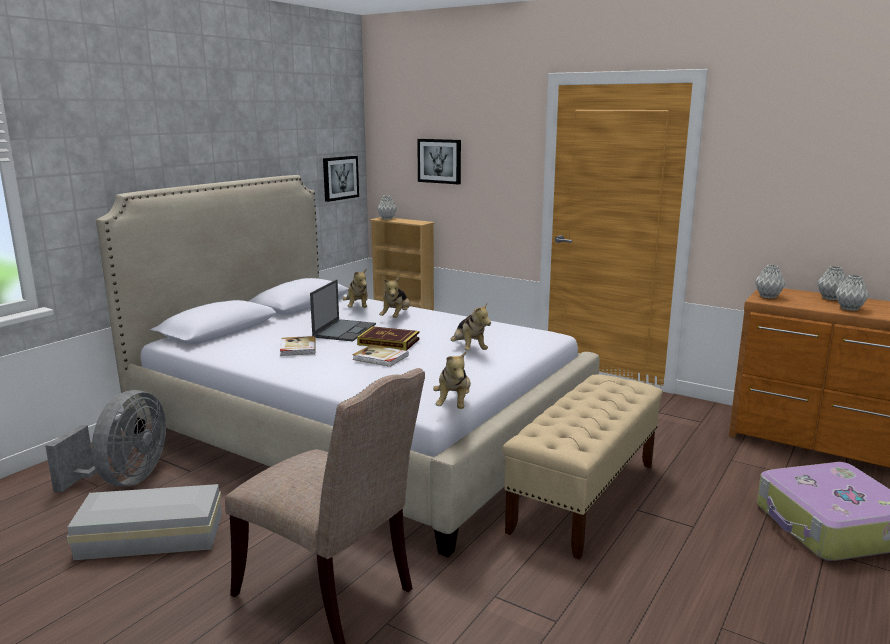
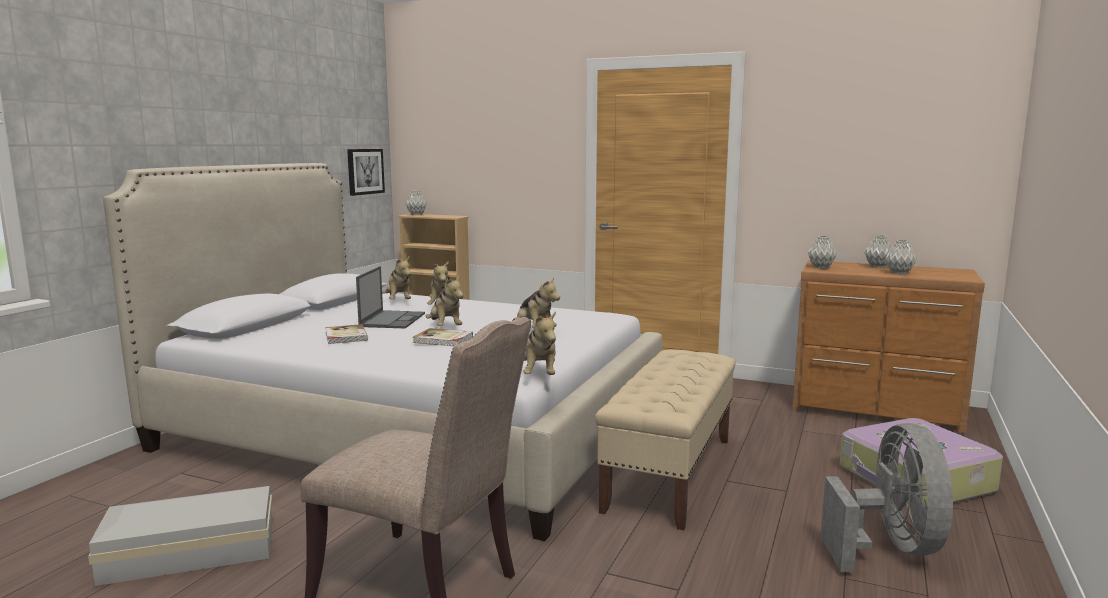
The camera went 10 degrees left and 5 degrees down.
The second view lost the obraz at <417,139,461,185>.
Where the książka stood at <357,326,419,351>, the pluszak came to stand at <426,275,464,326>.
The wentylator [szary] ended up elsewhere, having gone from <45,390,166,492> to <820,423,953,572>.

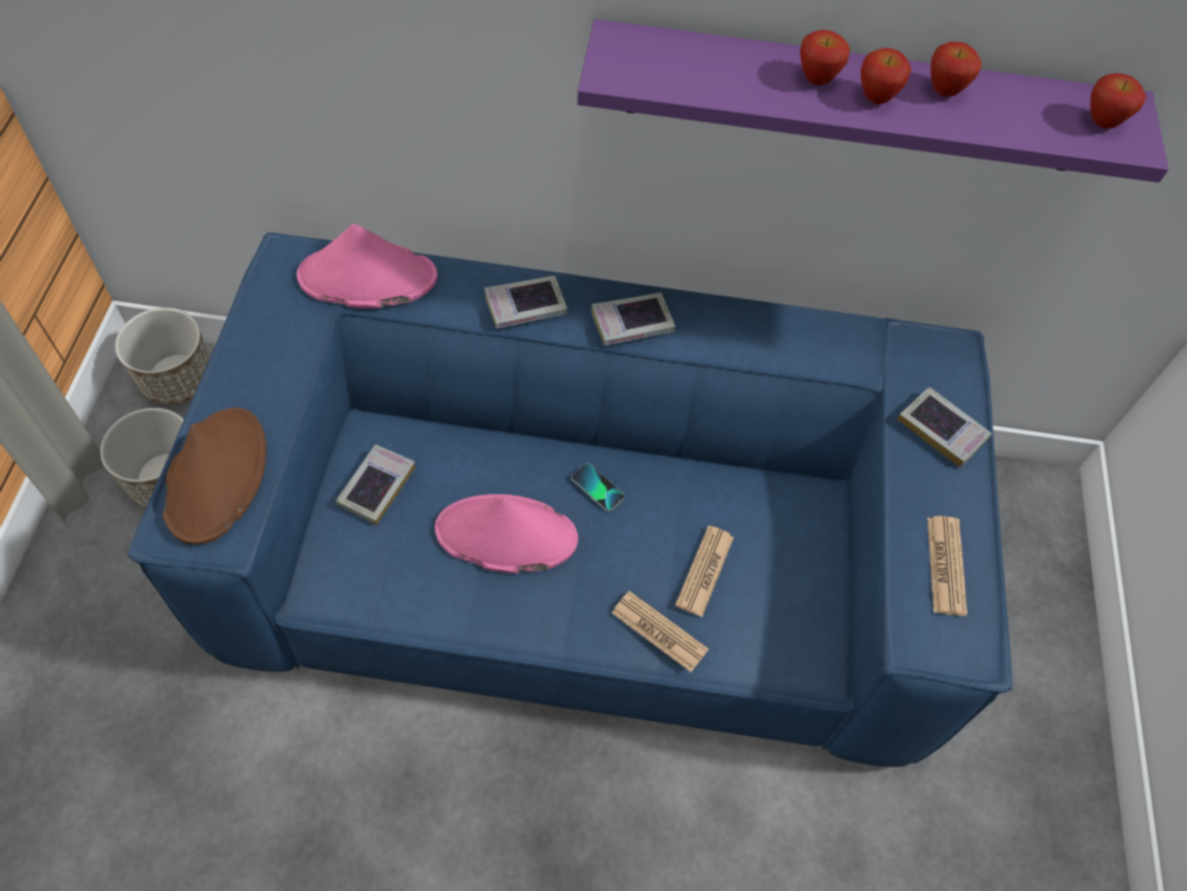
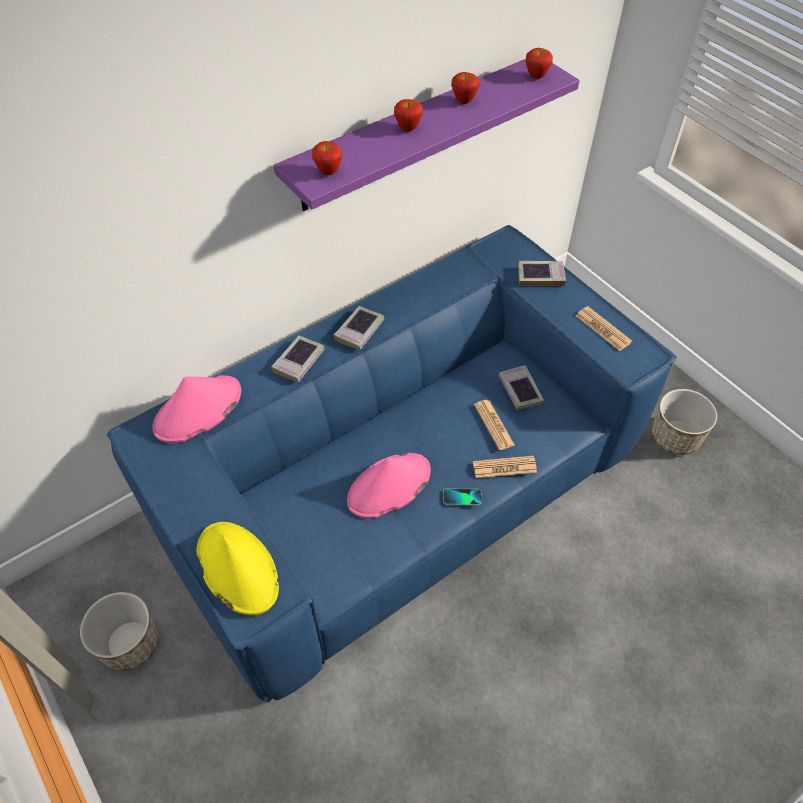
The camera went 40 degrees left and 5 degrees down.
The jabłko ended up elsewhere, having gone from <861,48,911,104> to <312,141,342,175>.
The donica ended up elsewhere, having gone from <115,308,209,405> to <652,389,717,455>.
What was the kapelusz [brązowy] at <163,407,267,545> turned into the kapelusz [żółty] at <197,522,279,615>.
The książka ended up elsewhere, having gone from <336,444,415,525> to <499,365,544,410>.
The telefon ended up elsewhere, having gone from <571,463,625,511> to <444,489,482,505>.

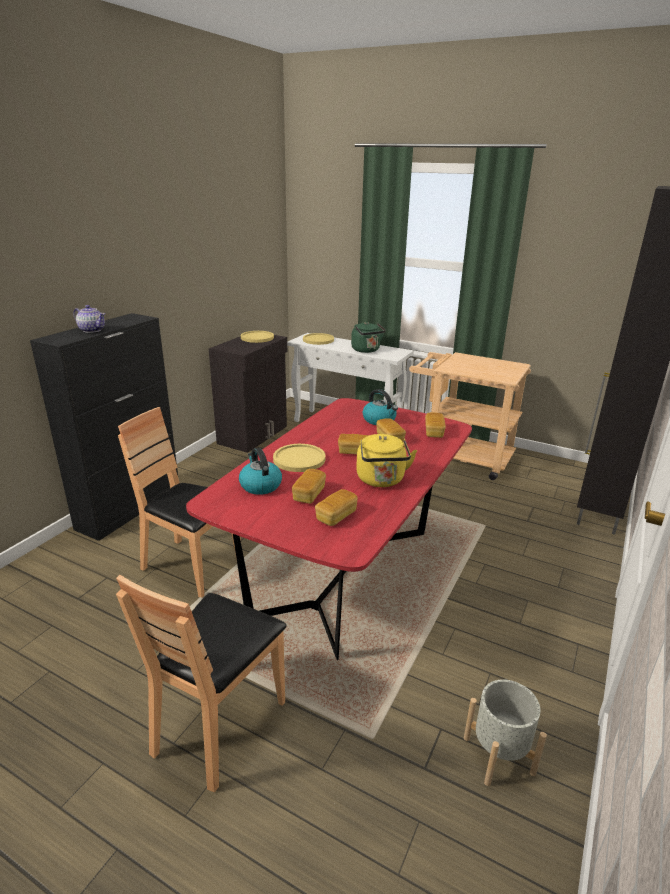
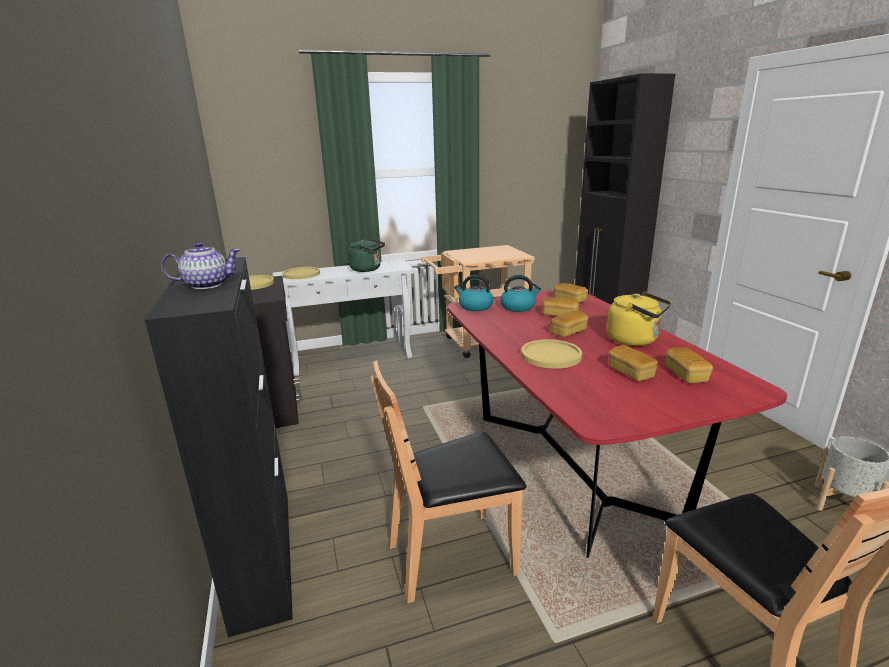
The camera went 45 degrees left and 5 degrees down.
The czajnik ended up elsewhere, having gone from <239,448,282,495> to <454,275,494,311>.

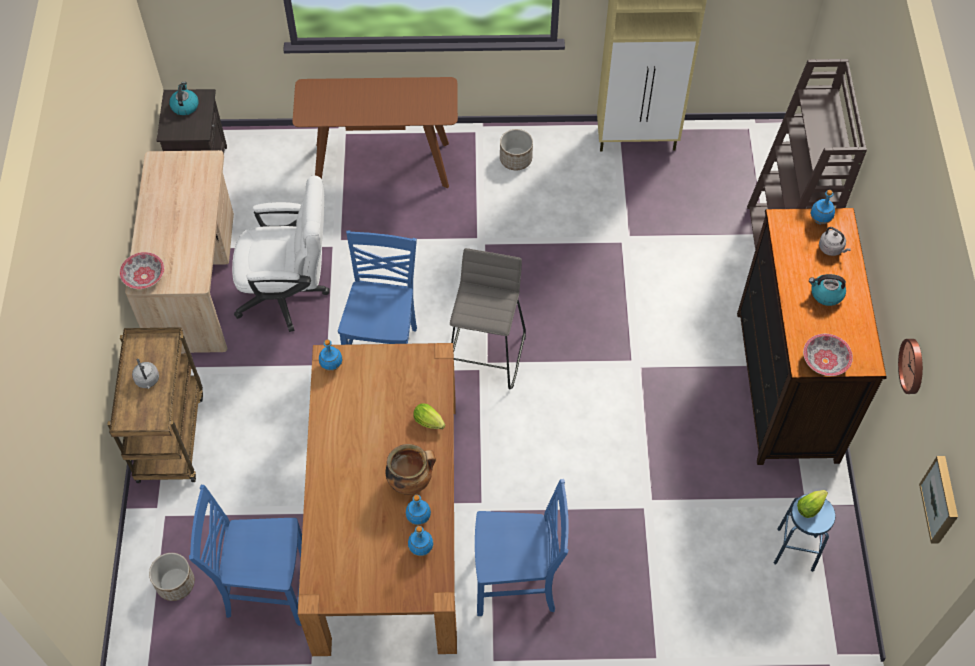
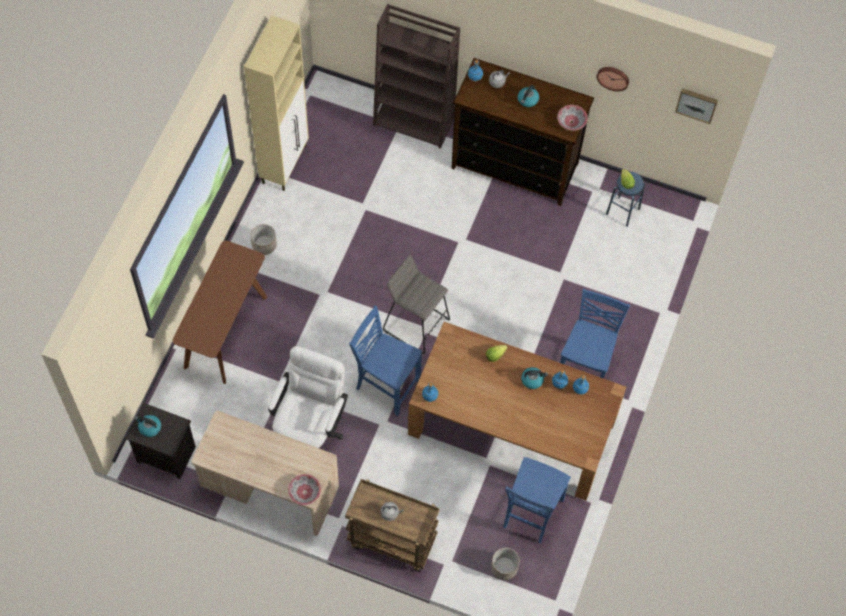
The camera went 70 degrees left and 5 degrees up.
Where the garnek stood at <386,444,436,495>, the czajnik came to stand at <521,367,548,389>.

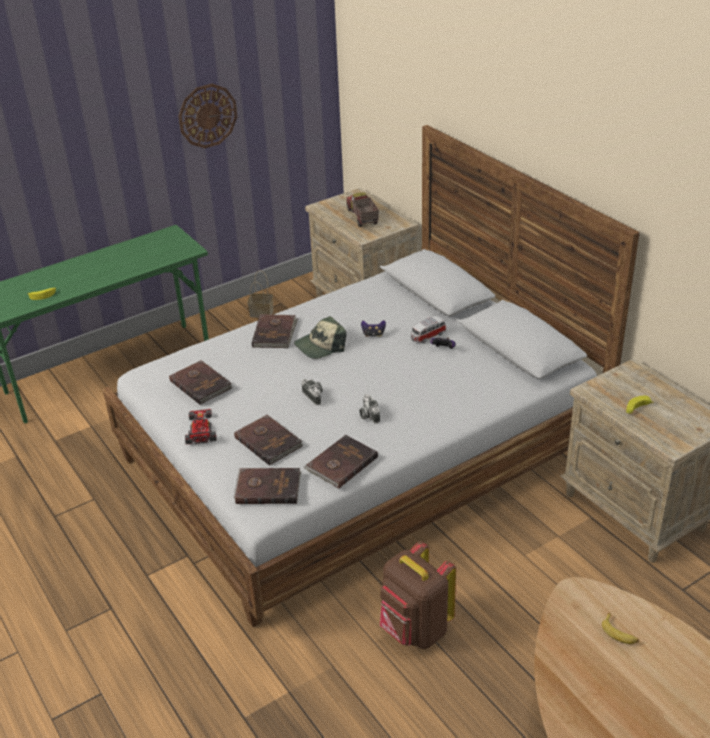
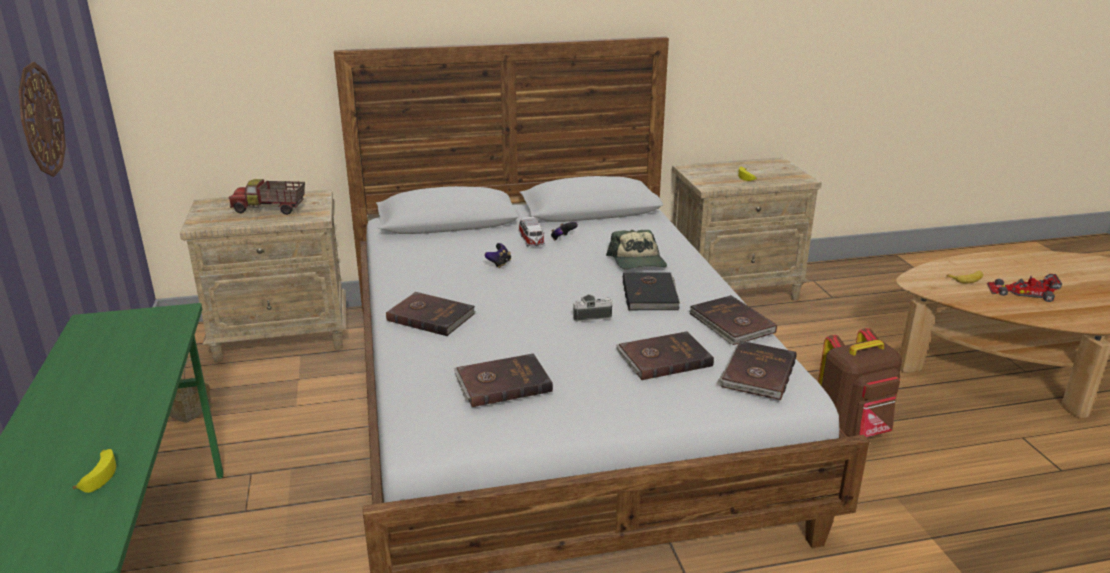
The camera went 70 degrees left and 10 degrees down.
The czapka z daszkiem ended up elsewhere, having gone from <294,316,346,359> to <606,230,667,269>.
Where the aparat fotograficzny stood at <359,394,380,424>, the książka [czarny] came to stand at <623,272,680,311>.
The samochodzik ended up elsewhere, having gone from <185,409,217,445> to <987,274,1062,302>.

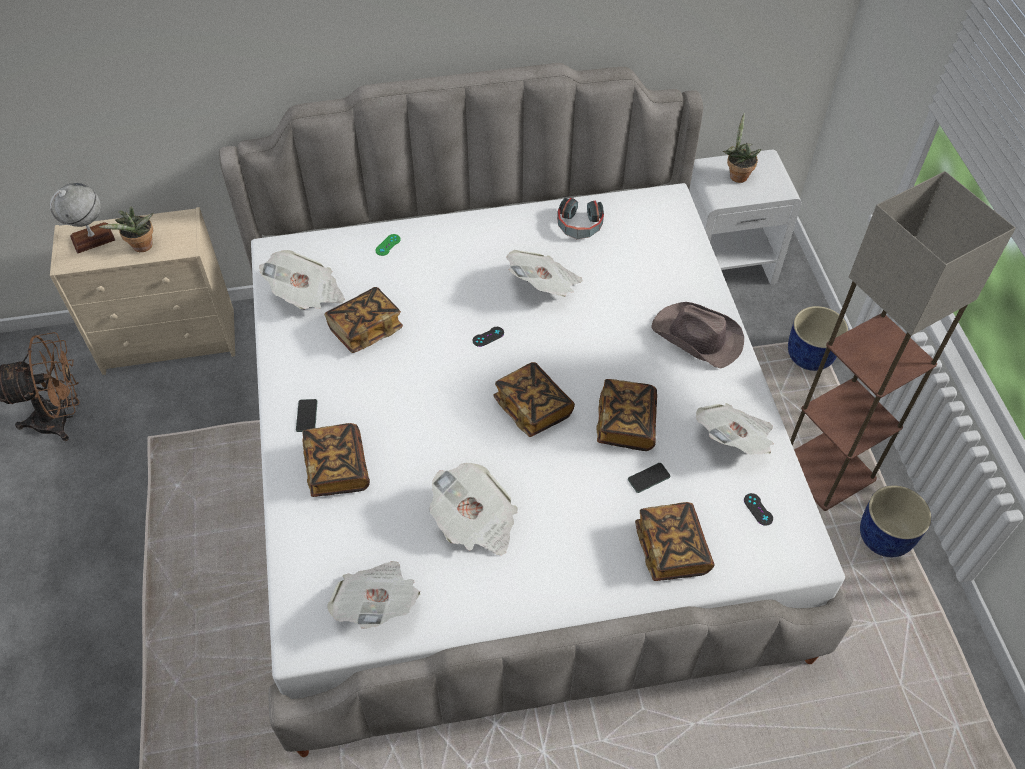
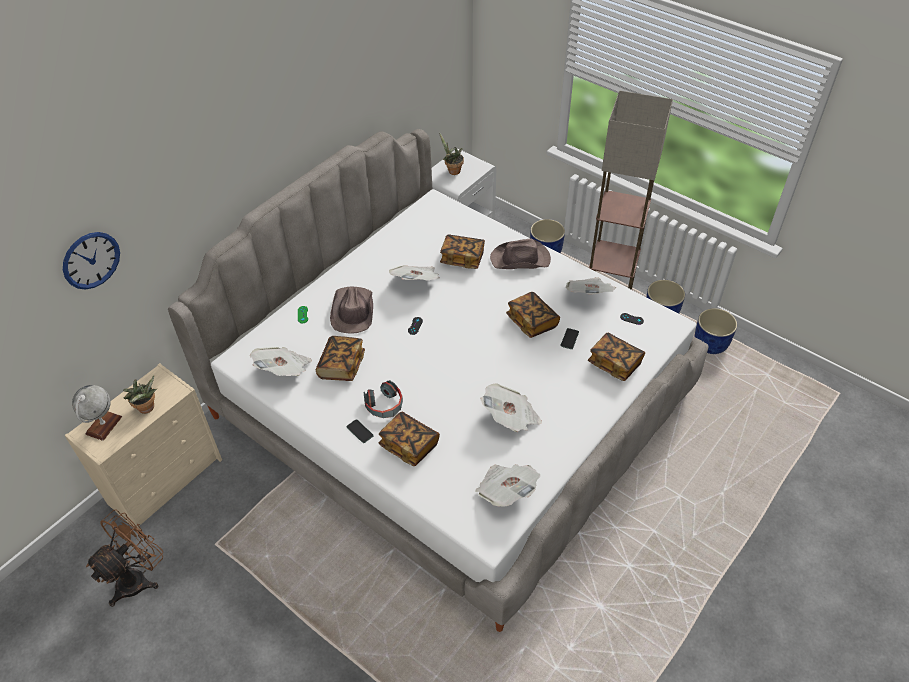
The camera went 40 degrees left and 5 degrees down.
The słuchawki ended up elsewhere, having gone from <557,198,604,239> to <364,380,403,418>.
The książka ended up elsewhere, having gone from <493,362,575,437> to <440,234,485,269>.
The second view gained the zegar ścienny at <63,232,120,290>.
The second view gained the kapelusz [brązowy] at <330,287,373,334>.
The second view gained the donica [niebieski] at <695,308,737,354>.

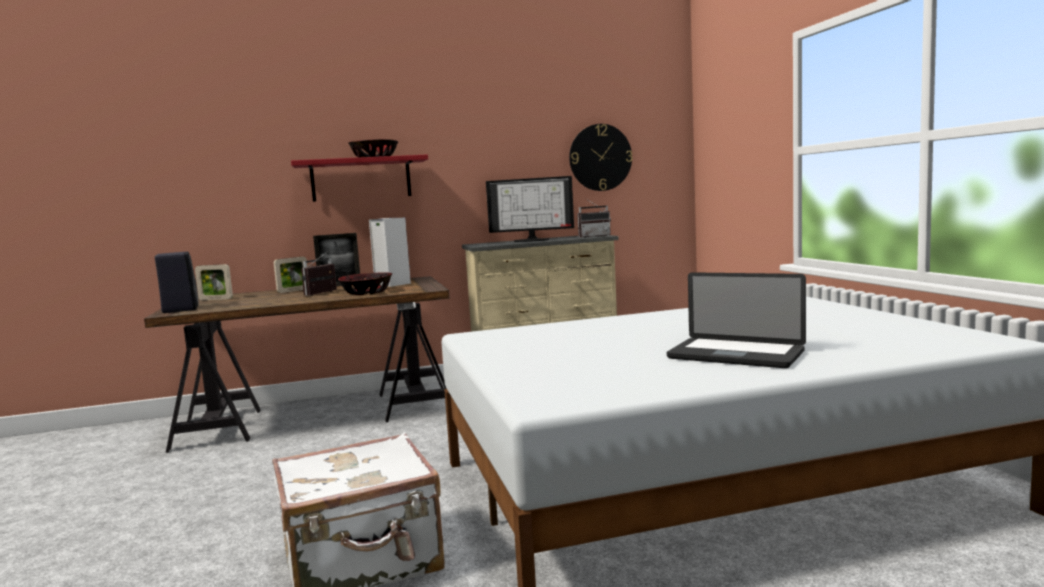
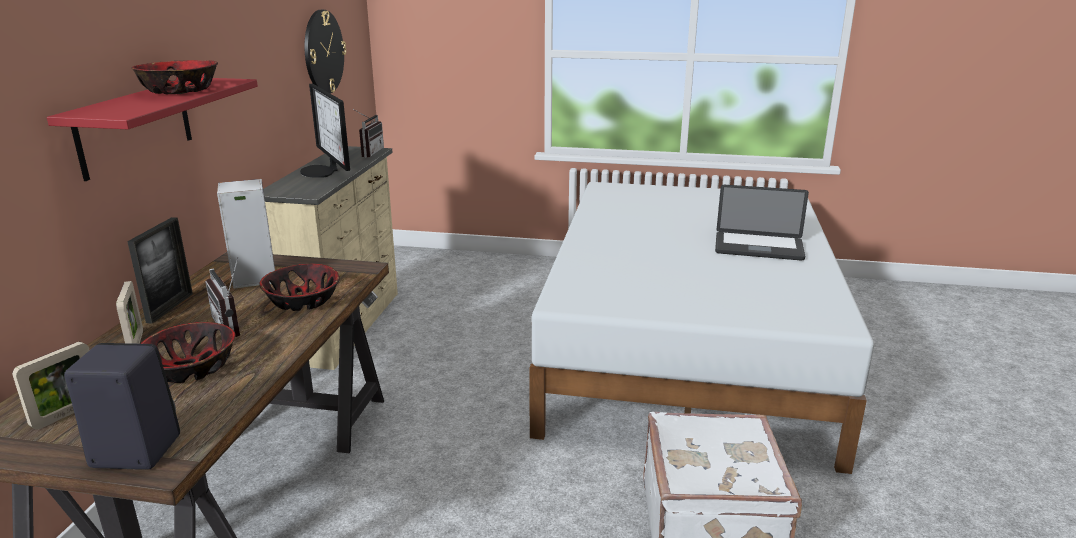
The camera went 65 degrees left and 15 degrees up.
The monitor at <486,176,574,242> ended up facing another way, 120 degrees clockwise from before.
The laptop at <667,272,806,368> ended up facing another way, 45 degrees clockwise from before.
The second view gained the miska at <141,322,235,383>.

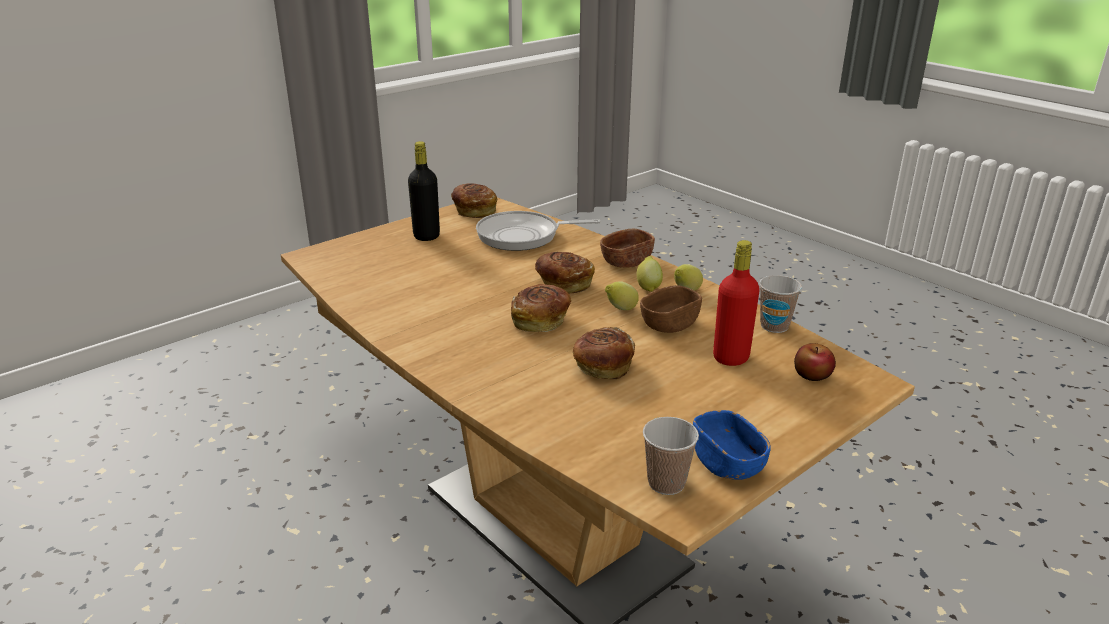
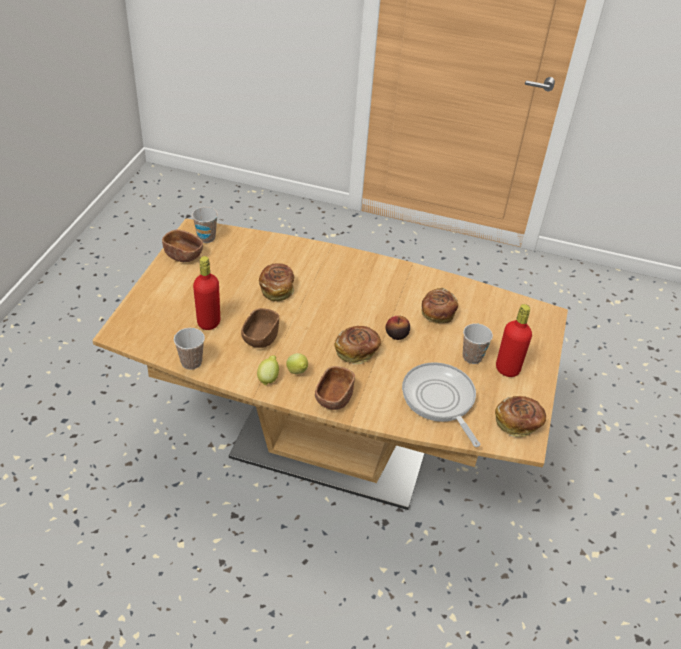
The camera went 145 degrees right and 15 degrees up.
What was the butelka [czarny] at <408,141,440,241> turned into the butelka [czerwony] at <496,304,532,377>.
The patelnia at <476,211,601,251> ended up facing another way, 75 degrees counterclockwise from before.
The second view lost the cytryna at <605,281,639,310>.
The chleb ended up elsewhere, having gone from <511,284,571,332> to <421,288,458,324>.
The jabłko ended up elsewhere, having gone from <794,343,836,381> to <386,315,410,340>.
What was the miska [niebieski] at <693,410,771,480> turned into the miska [brązowy] at <162,230,203,262>.
The second view gained the filiżanka at <463,323,493,364>.

